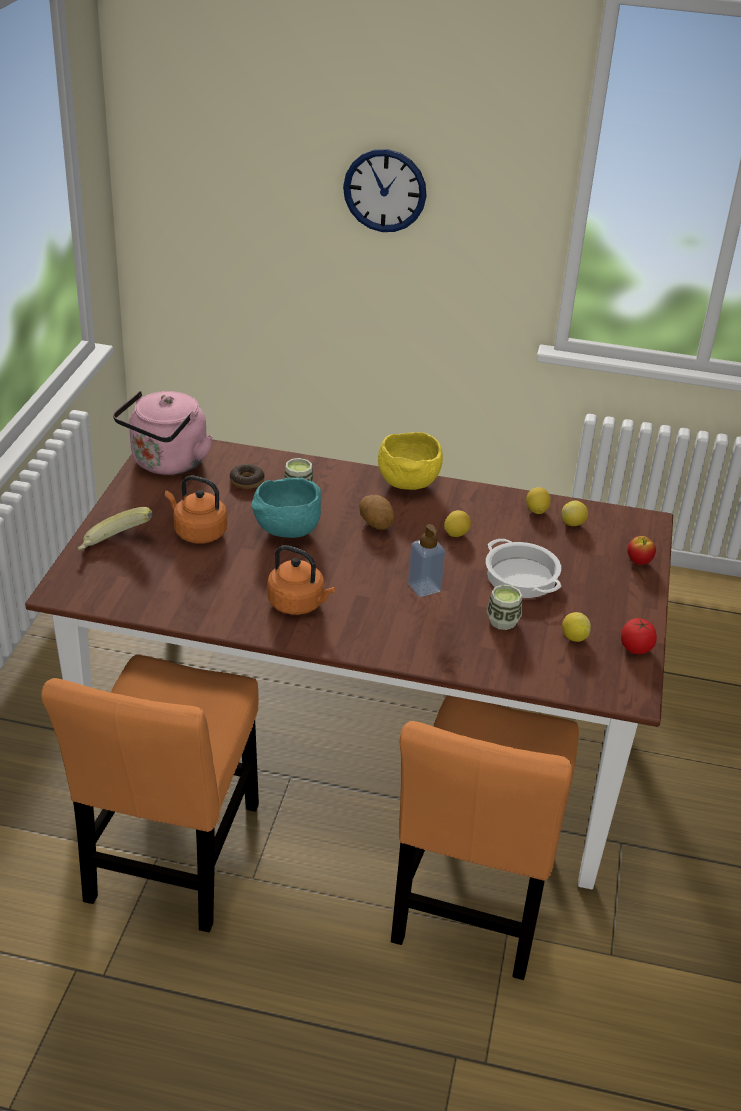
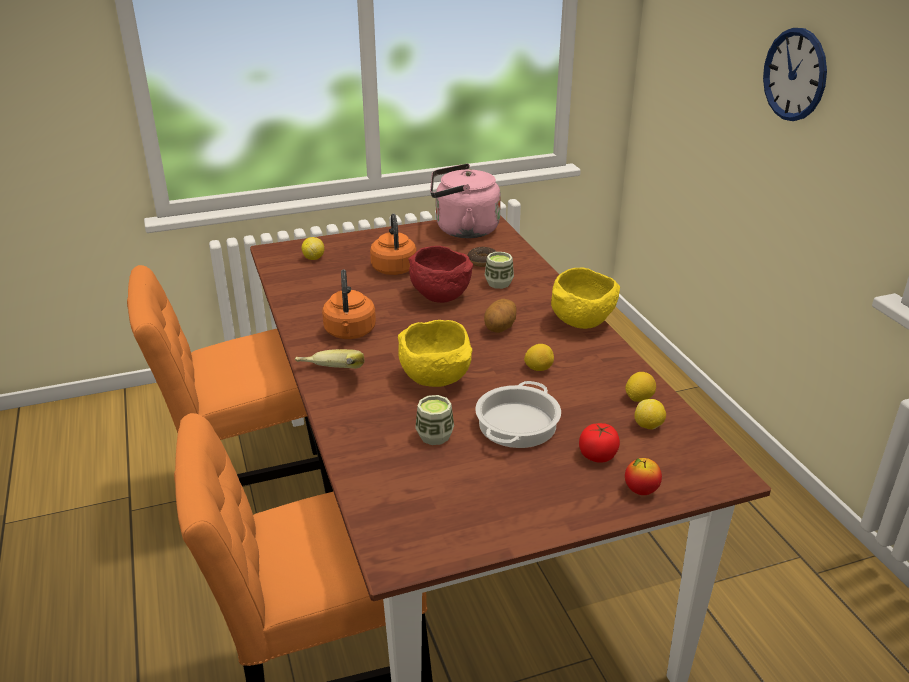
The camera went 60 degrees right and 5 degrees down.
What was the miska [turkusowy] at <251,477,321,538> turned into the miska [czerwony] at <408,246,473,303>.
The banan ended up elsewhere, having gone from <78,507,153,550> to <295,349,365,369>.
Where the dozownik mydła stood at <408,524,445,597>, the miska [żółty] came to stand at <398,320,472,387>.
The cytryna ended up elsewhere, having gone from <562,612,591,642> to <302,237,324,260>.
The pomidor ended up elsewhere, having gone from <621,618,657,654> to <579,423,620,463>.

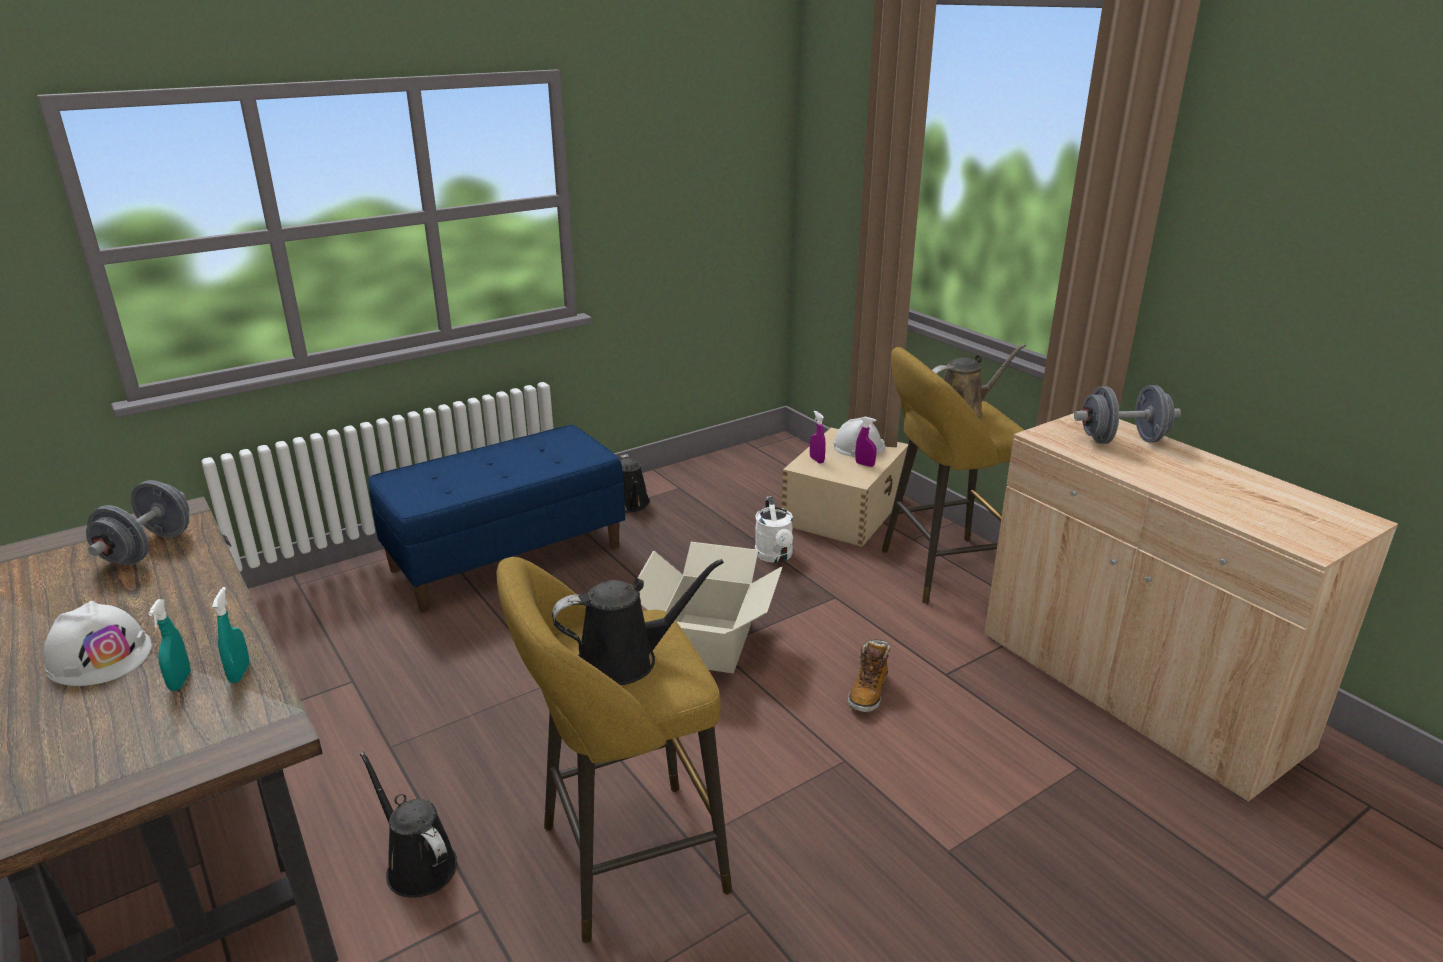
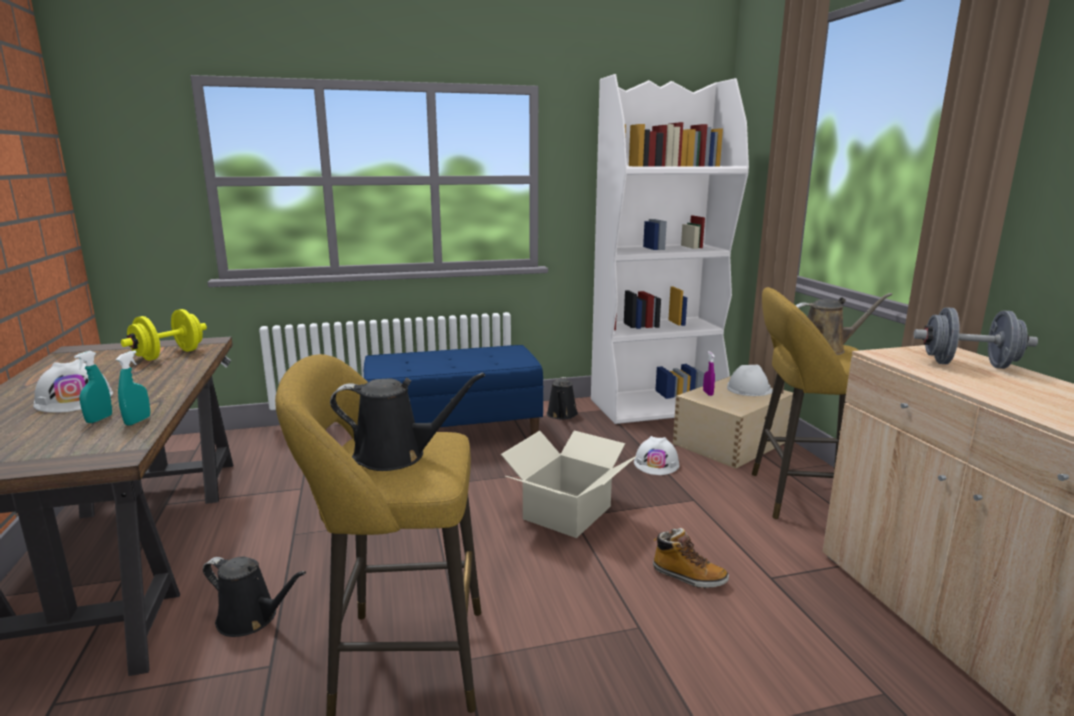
The camera went 20 degrees right and 10 degrees down.
The second view lost the spryskiwacz [fioletowy] at <855,417,877,467>.
What was the hantel [szary] at <86,480,189,565> turned into the hantel [żółty] at <121,309,207,361>.
Where the konewka [biały] stood at <755,496,793,563>, the kask [biały] came to stand at <634,436,679,475>.
The but z cholewką at <848,640,890,713> ended up facing another way, 105 degrees counterclockwise from before.
The konewka [czarny] at <360,751,457,898> ended up facing another way, 135 degrees clockwise from before.
The second view gained the regał [biały] at <591,74,749,424>.

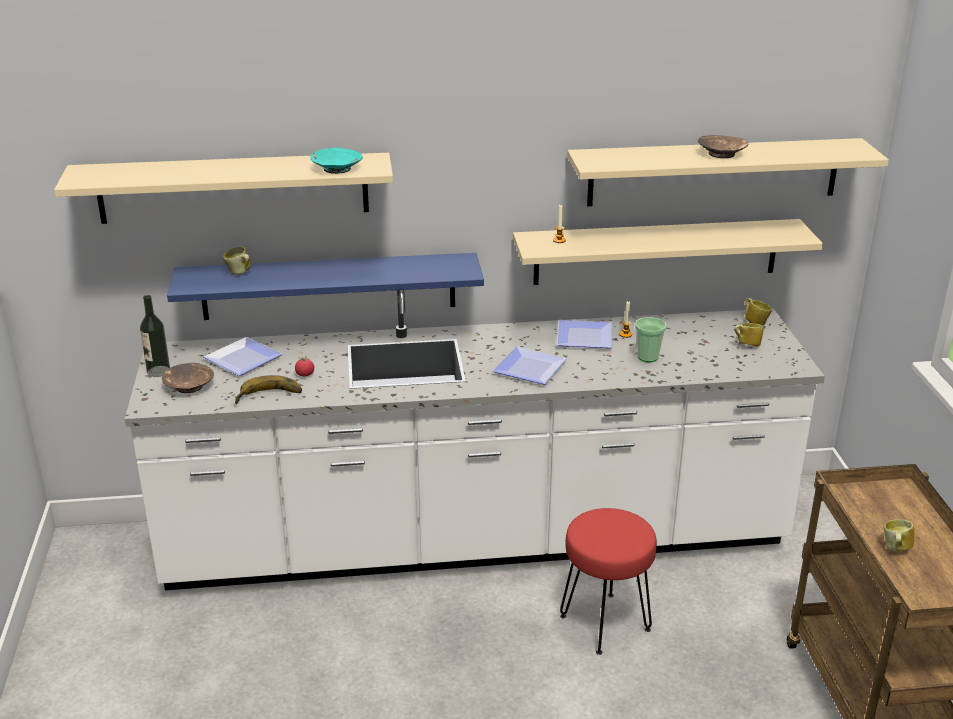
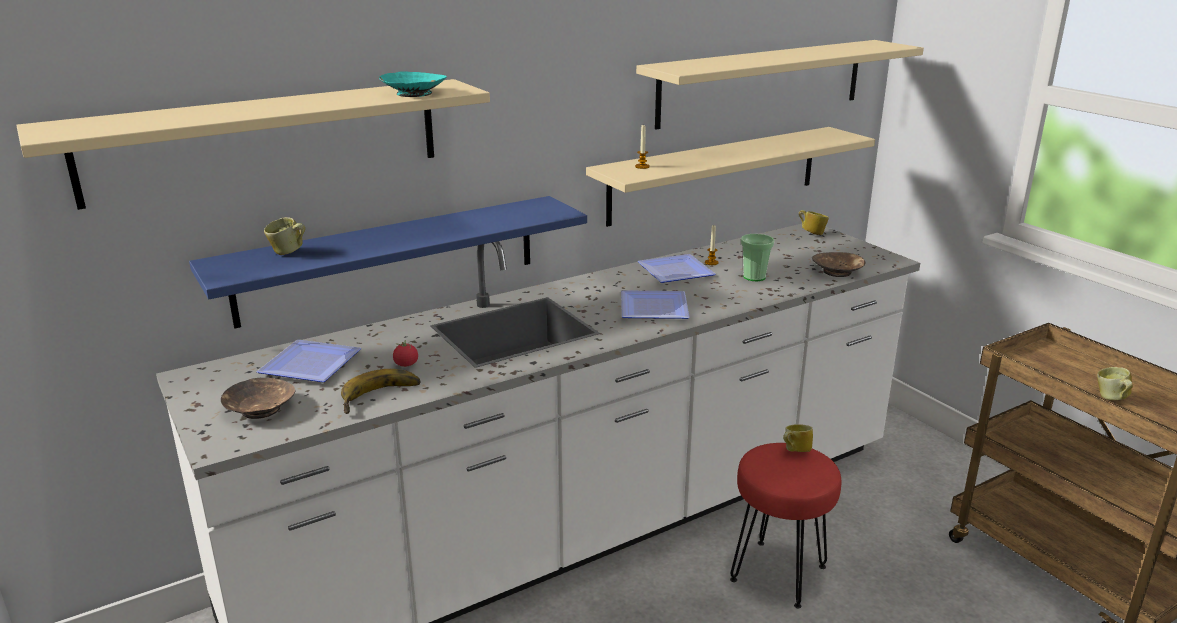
The camera went 25 degrees left and 5 degrees down.
The miska [brązowy] ended up elsewhere, having gone from <698,135,748,158> to <812,252,866,277>.
The second view lost the butelka at <140,295,170,377>.
The kubek ended up elsewhere, having gone from <734,323,764,346> to <783,424,813,452>.

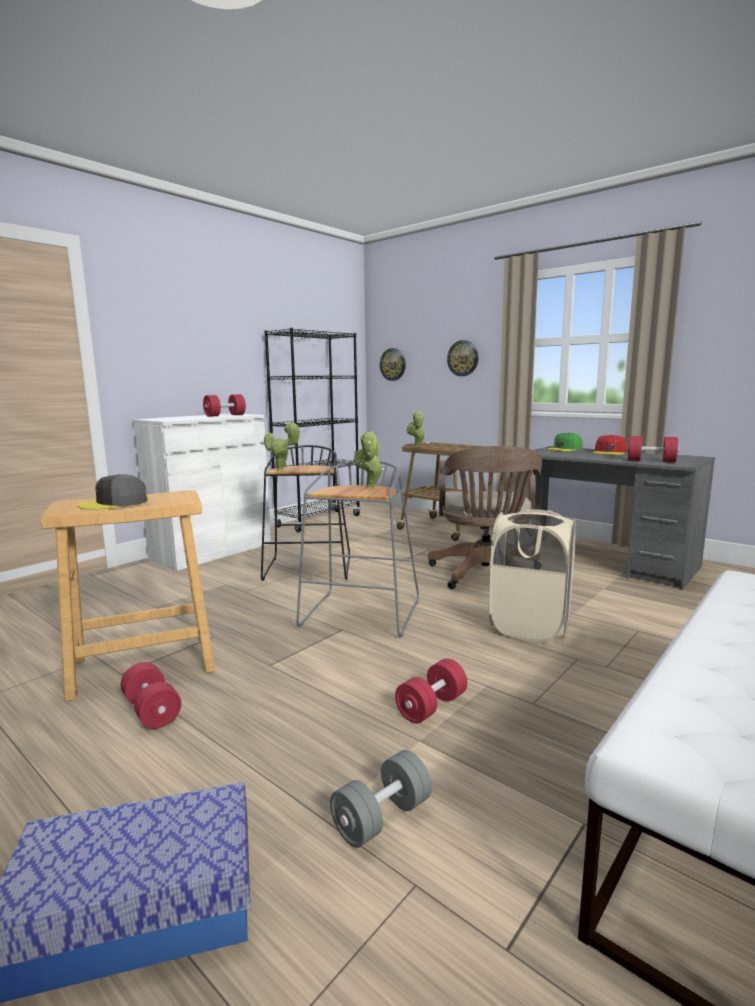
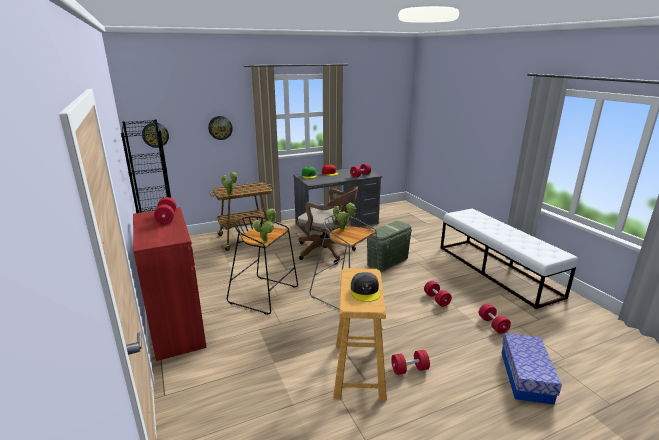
The camera went 65 degrees left and 10 degrees up.
What was the szafka [biały] at <133,413,271,571> turned into the szafka [czerwony] at <133,207,207,361>.
Where the kosz na pranie [beżowy] stood at <489,509,575,642>, the pojemnik do przechowywania [zielony] came to stand at <367,221,412,271>.
What was the hantel [szary] at <330,750,432,848> turned into the hantel [czerwony] at <479,303,511,334>.

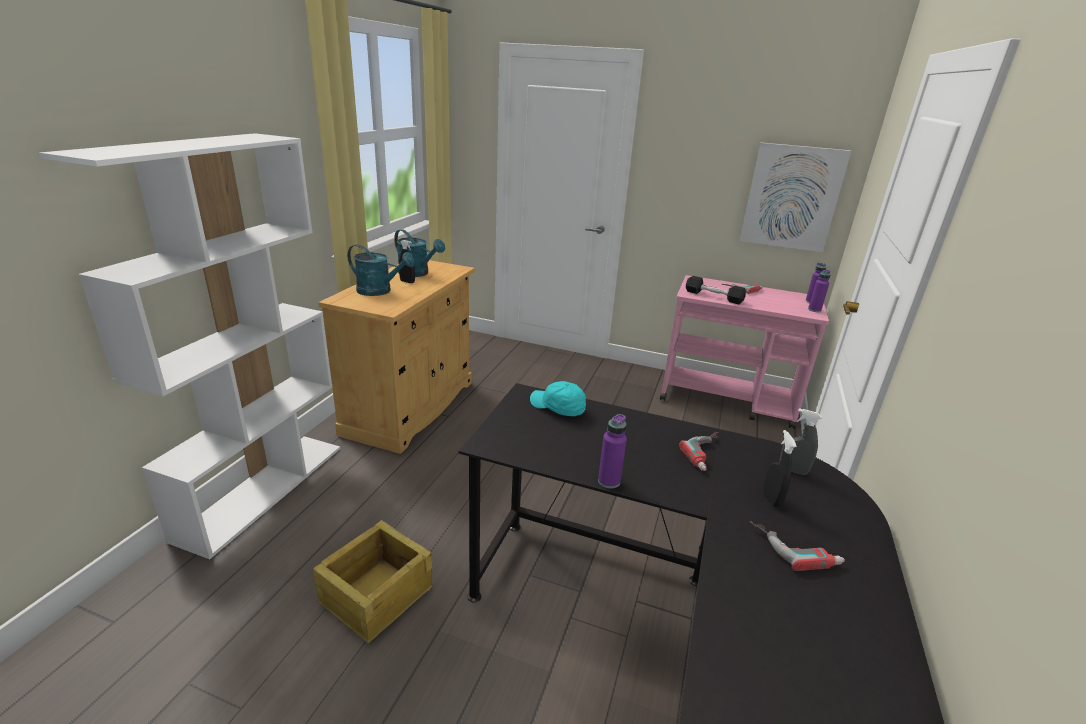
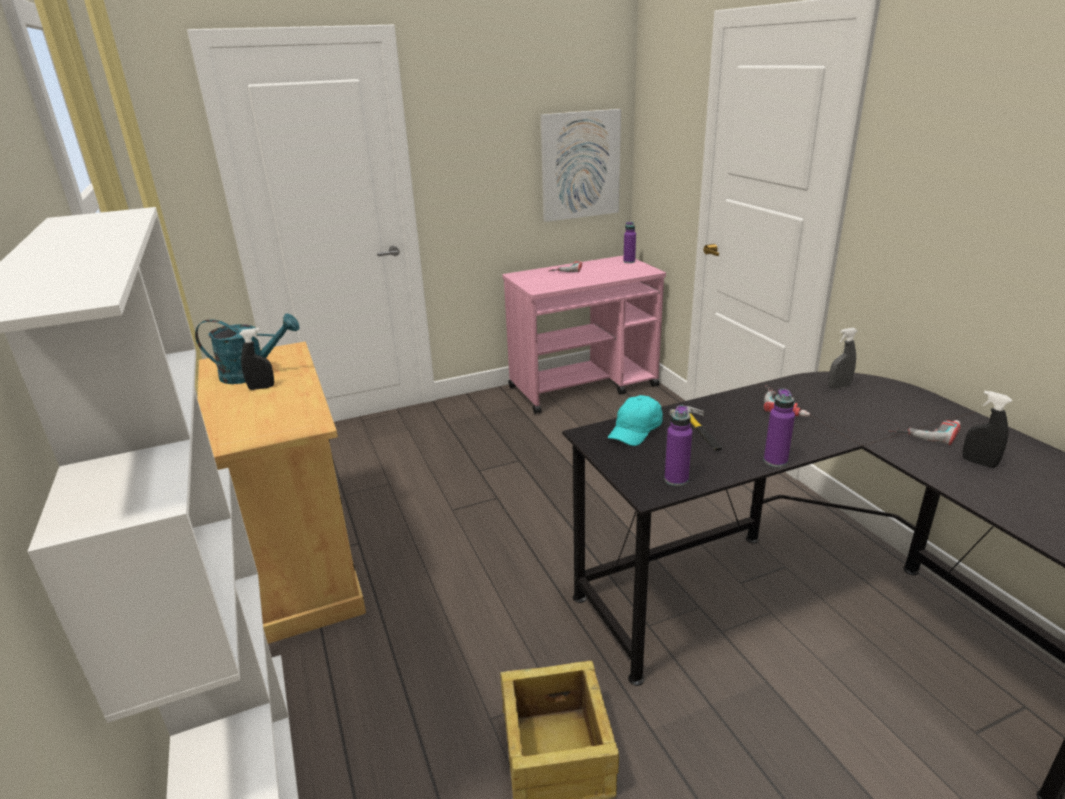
The camera went 40 degrees left and 0 degrees up.
The second view lost the konewka [turkusowy] at <347,244,415,296>.
The butelka [fioletowy] ended up elsewhere, having gone from <808,270,831,312> to <664,405,692,486>.
The second view lost the hantel [czarny] at <686,276,746,304>.
The czapka z daszkiem [turkusowy] at <530,381,586,416> ended up facing another way, 45 degrees counterclockwise from before.
The spryskiwacz [czarny] ended up elsewhere, having gone from <763,430,797,508> to <962,391,1012,468>.
The second view gained the młotek at <669,406,722,451>.

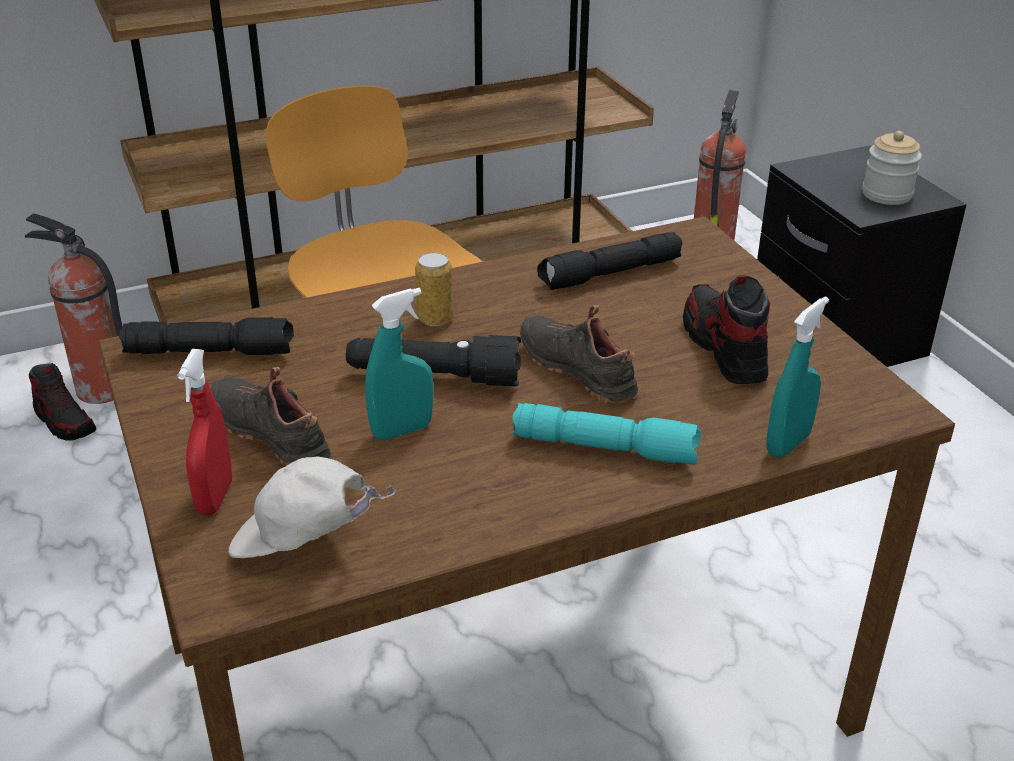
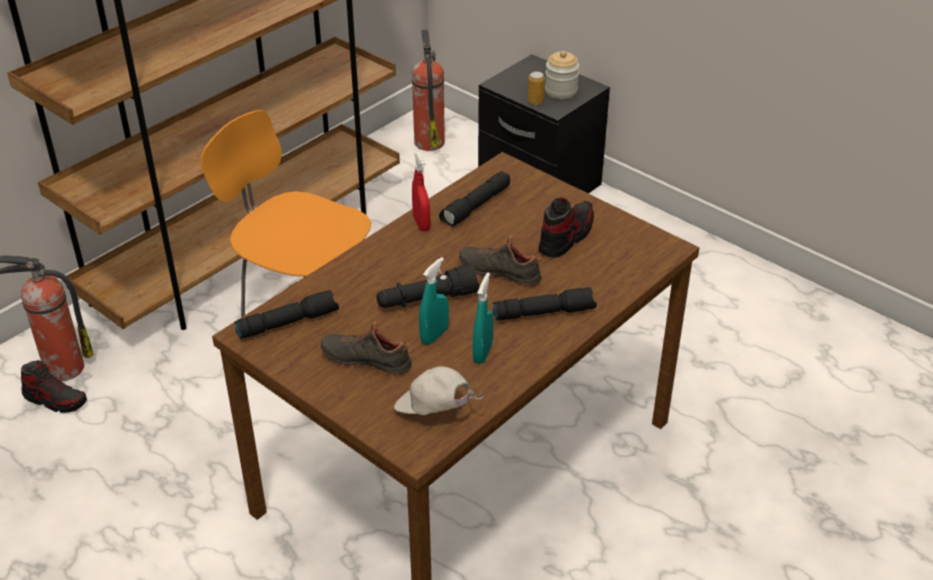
The camera went 25 degrees left and 5 degrees up.
The puszka ended up elsewhere, having gone from <415,252,453,326> to <528,71,545,105>.
The but at <683,275,770,384> ended up facing another way, 75 degrees clockwise from before.
The spryskiwacz [turkusowy] ended up elsewhere, having gone from <766,296,829,458> to <473,273,493,364>.
The spryskiwacz [czerwony] ended up elsewhere, having gone from <178,349,232,516> to <412,153,431,231>.
What was the latarka [turkusowy] at <512,403,701,465> turned into the latarka [czarny] at <493,287,597,320>.
The czapka z daszkiem [biały] at <228,457,397,558> ended up facing another way, 45 degrees clockwise from before.

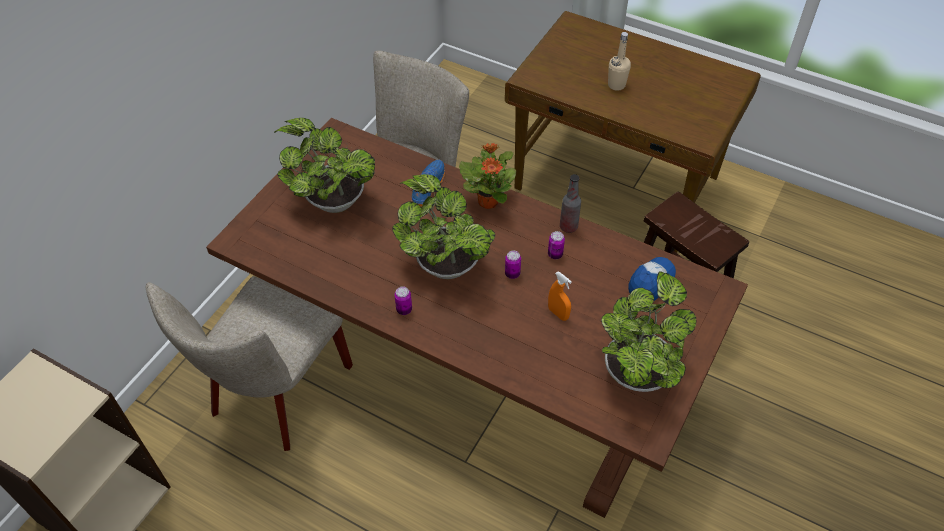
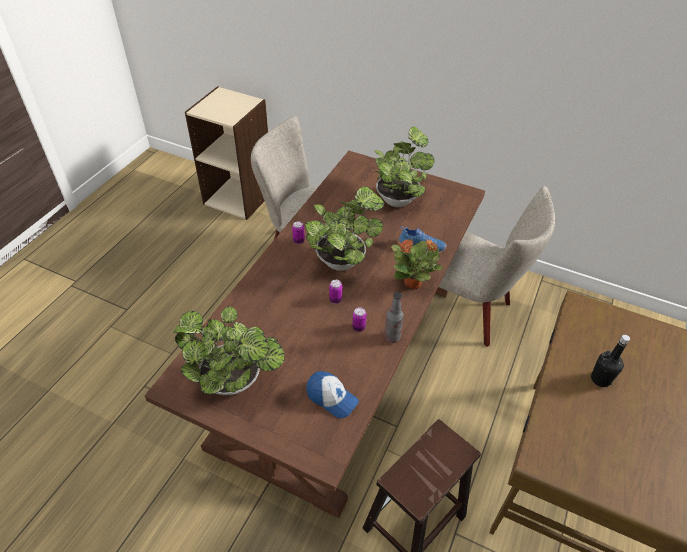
The camera went 85 degrees right and 5 degrees down.
What was the butelka [beżowy] at <608,32,631,91> turned into the butelka [czarny] at <591,335,630,387>.
The second view lost the spryskiwacz [pomarańczowy] at <548,271,572,321>.

